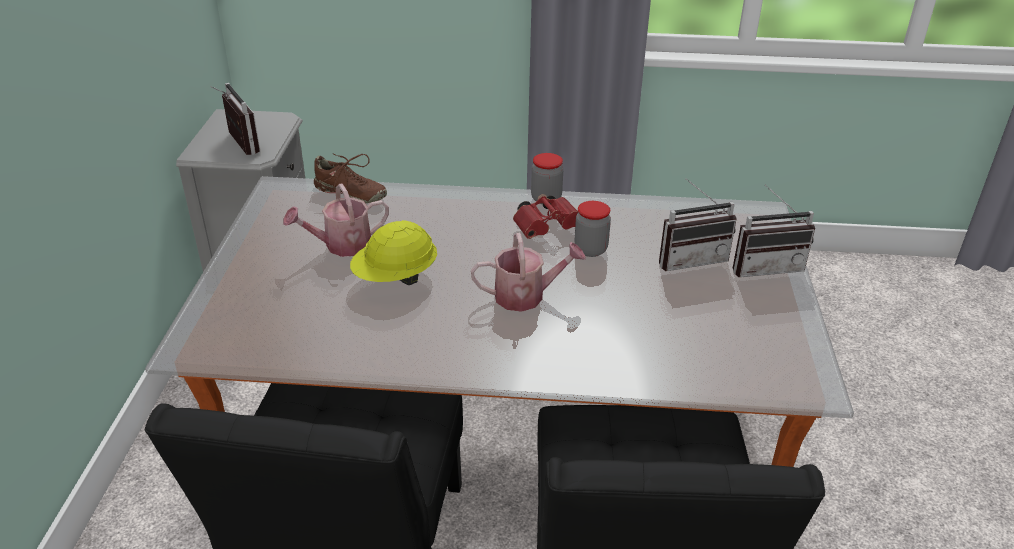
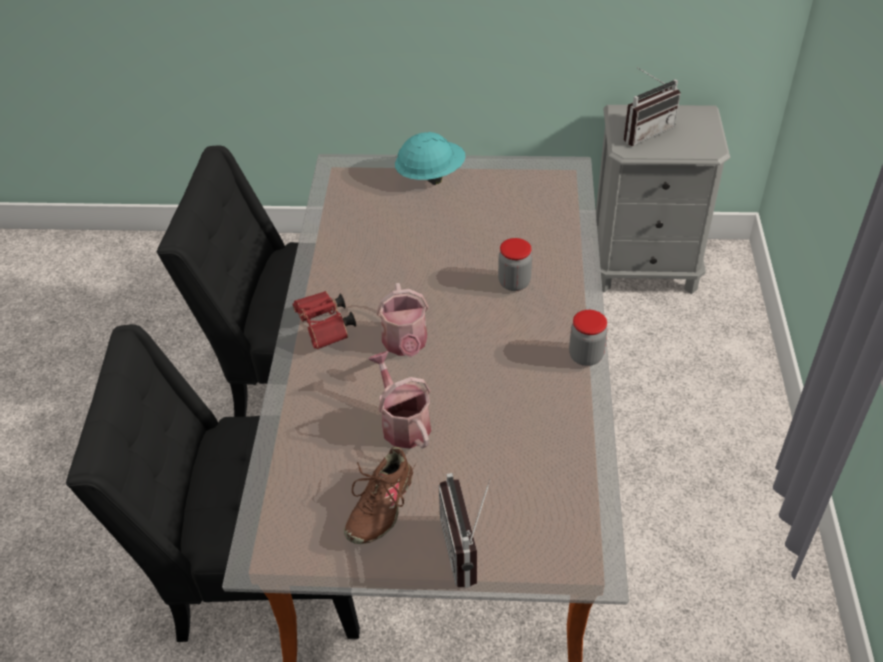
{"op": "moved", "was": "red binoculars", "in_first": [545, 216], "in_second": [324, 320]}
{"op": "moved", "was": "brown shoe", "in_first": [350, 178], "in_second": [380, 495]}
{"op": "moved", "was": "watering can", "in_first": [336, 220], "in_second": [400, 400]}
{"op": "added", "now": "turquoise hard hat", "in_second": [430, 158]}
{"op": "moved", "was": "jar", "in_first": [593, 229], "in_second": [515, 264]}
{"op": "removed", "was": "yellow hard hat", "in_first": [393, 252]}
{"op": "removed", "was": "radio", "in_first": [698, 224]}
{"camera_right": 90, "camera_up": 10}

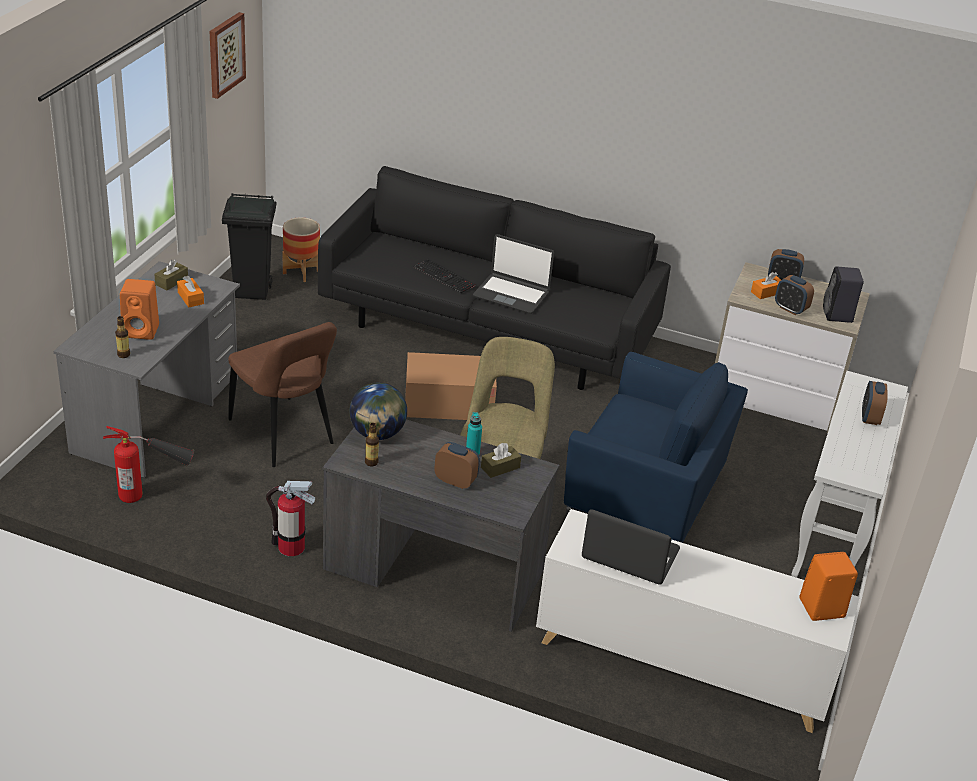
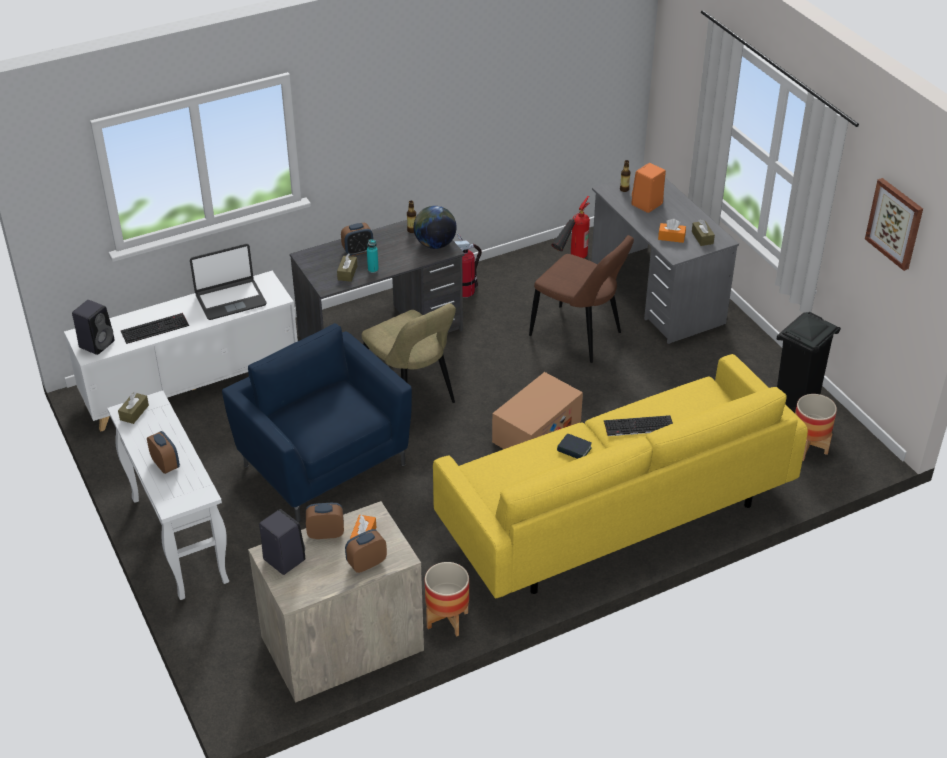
{"op": "recoloured", "was": "orange speaker", "now": "black speaker", "in_first": [829, 586], "in_second": [93, 327]}
{"op": "added", "now": "brown tissue box", "in_second": [133, 408]}
{"op": "added", "now": "keyboard", "in_second": [155, 328]}
{"op": "turned", "was": "blue armchair", "in_first": [656, 447], "in_second": [317, 422], "clockwise": 75}
{"op": "added", "now": "planter", "in_second": [447, 599]}
{"op": "recoloured", "was": "black sofa", "now": "yellow sofa", "in_first": [494, 278], "in_second": [620, 476]}
{"op": "turned", "was": "brown chair", "in_first": [282, 394], "in_second": [581, 299], "clockwise": -150}
{"op": "replaced", "was": "laptop", "now": "book", "in_first": [513, 274], "in_second": [574, 446]}
{"camera_right": 135, "camera_up": 5}

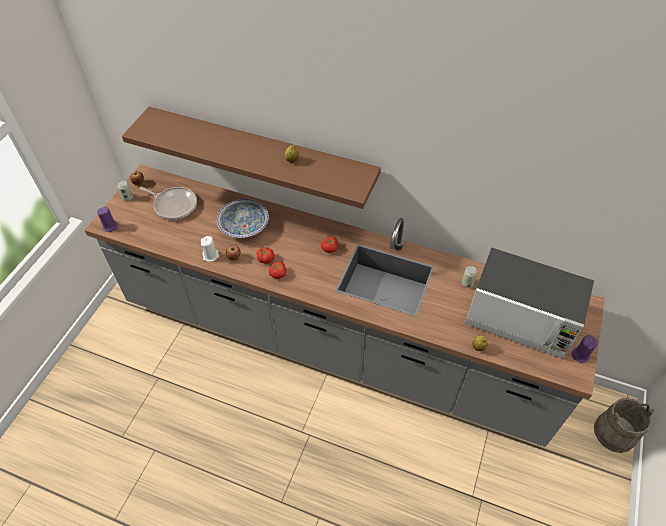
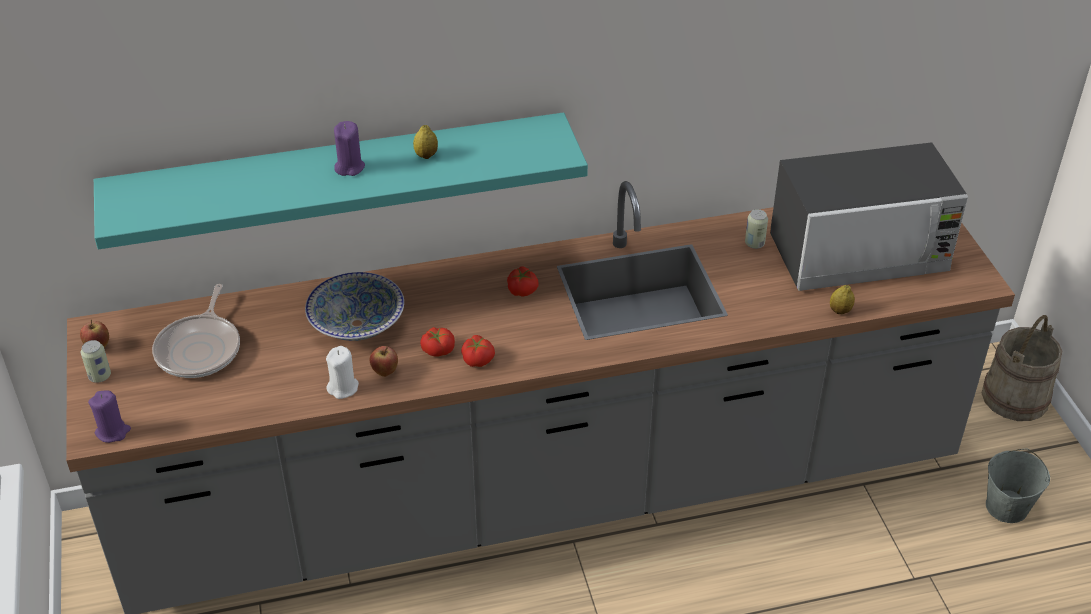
{"op": "recoloured", "was": "brown shelf", "now": "turquoise shelf", "in_first": [251, 158], "in_second": [341, 180]}
{"op": "turned", "was": "frying pan", "in_first": [168, 203], "in_second": [196, 331], "clockwise": 105}
{"op": "moved", "was": "purple candle", "in_first": [585, 349], "in_second": [349, 148]}
{"op": "added", "now": "grey bucket", "in_second": [1018, 486]}
{"camera_right": -35, "camera_up": -10}

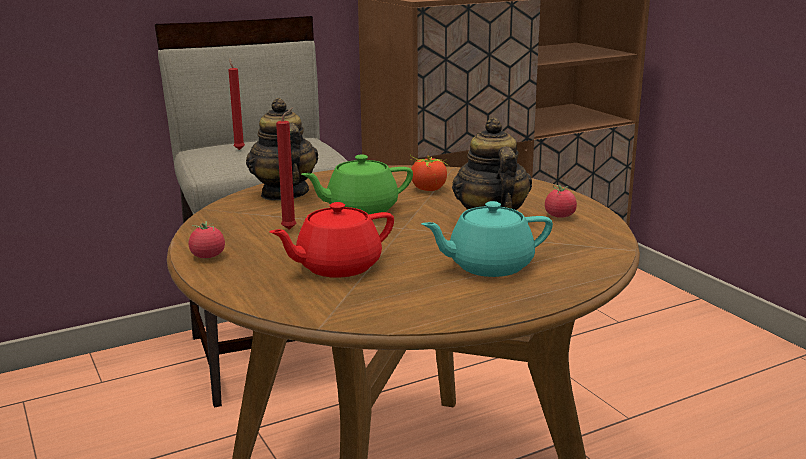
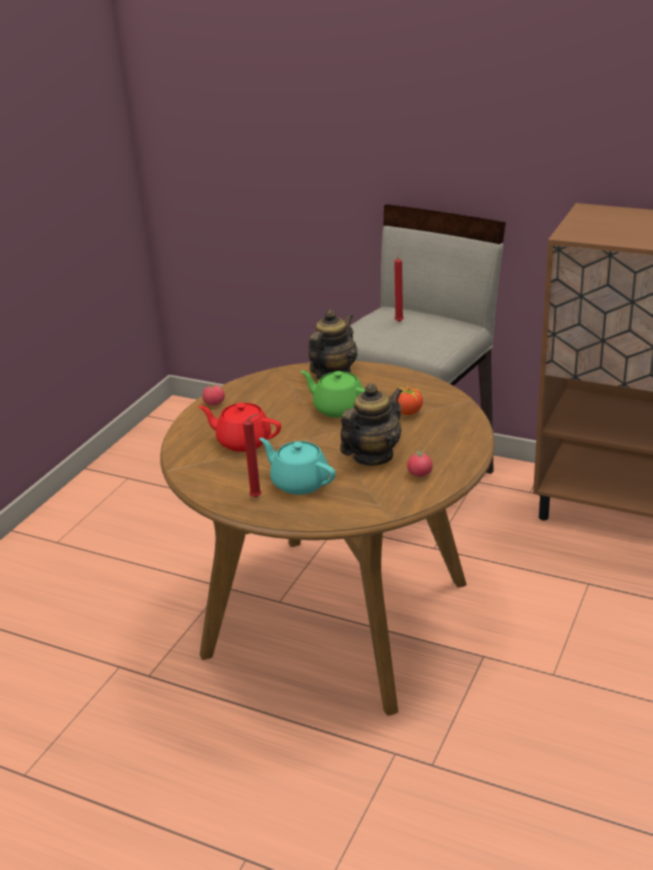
{"op": "moved", "was": "red candle", "in_first": [286, 168], "in_second": [252, 455]}
{"camera_right": 55, "camera_up": 10}

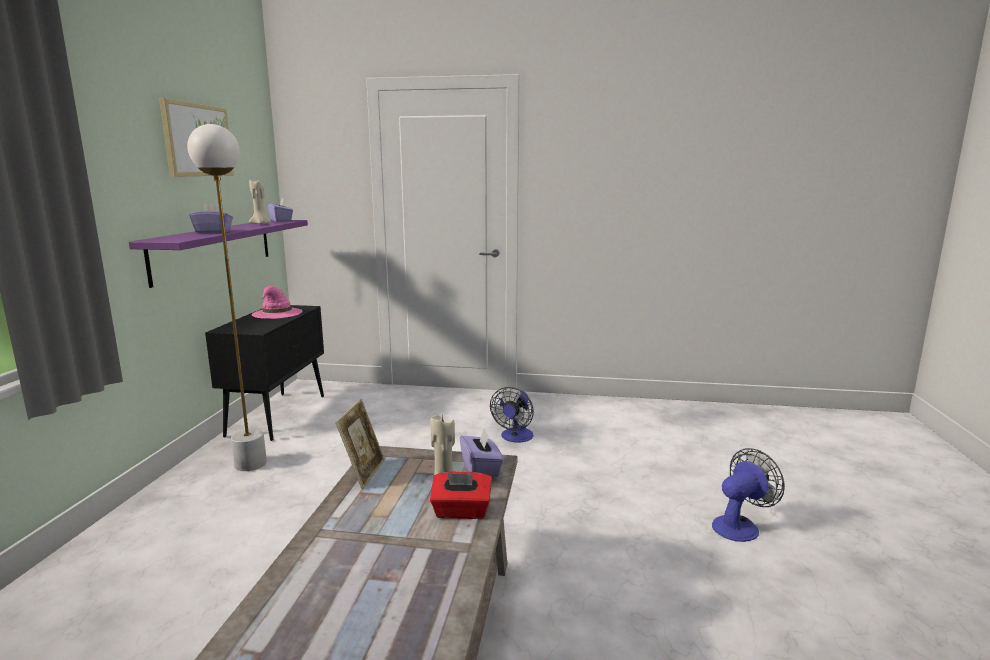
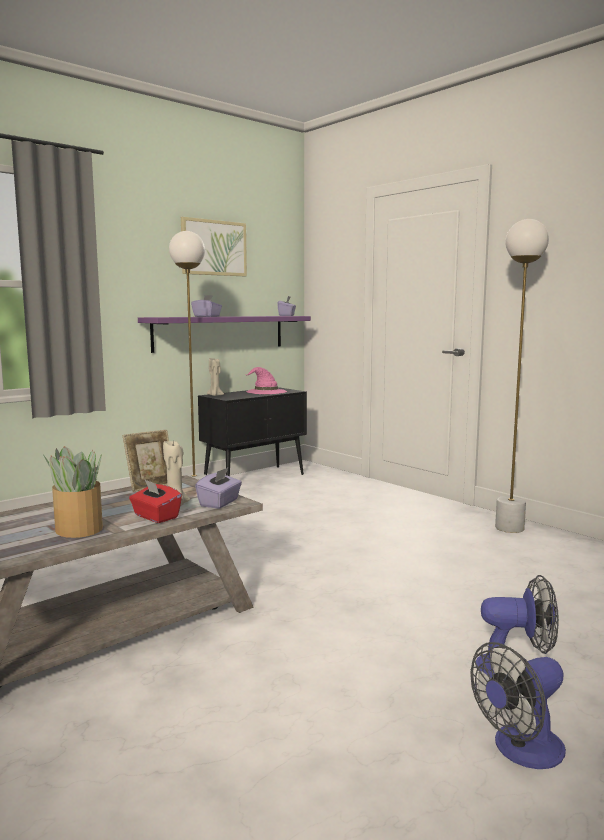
{"op": "added", "now": "potted plant", "in_second": [73, 492]}
{"op": "moved", "was": "beige candle", "in_first": [260, 202], "in_second": [215, 376]}
{"op": "moved", "was": "fan", "in_first": [512, 415], "in_second": [518, 705]}
{"op": "added", "now": "white floor lamp", "in_second": [522, 376]}
{"camera_right": 40, "camera_up": -5}

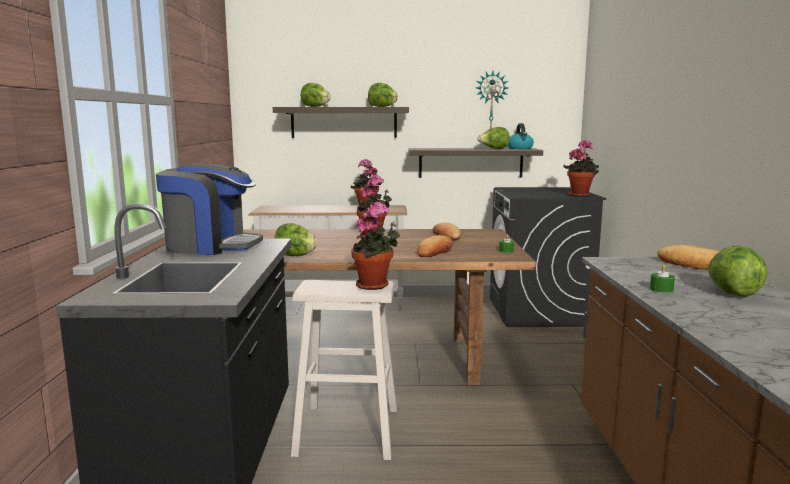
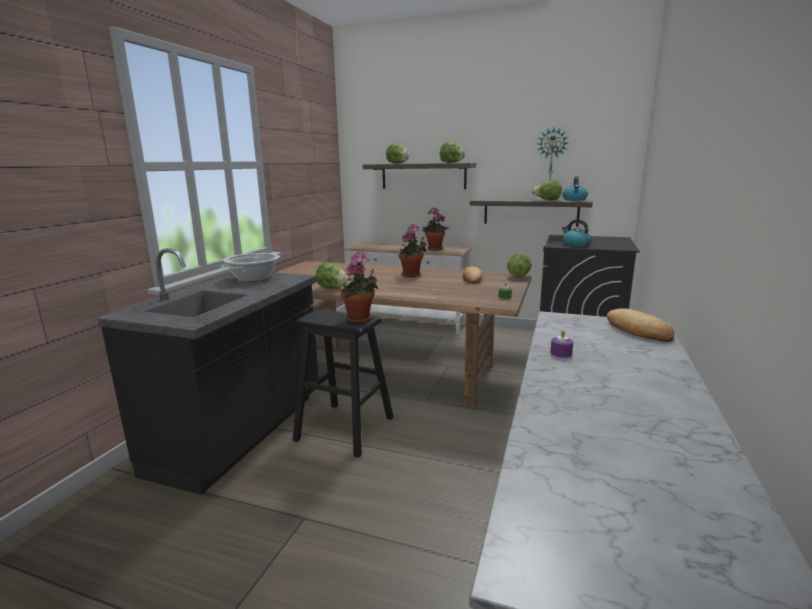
{"op": "replaced", "was": "coffee machine", "now": "cooking pot", "in_first": [209, 209], "in_second": [250, 267]}
{"op": "recoloured", "was": "beige stool", "now": "black stool", "in_first": [344, 370], "in_second": [343, 383]}
{"op": "moved", "was": "lettuce", "in_first": [737, 271], "in_second": [519, 265]}
{"op": "recoloured", "was": "green candle", "now": "purple candle", "in_first": [662, 278], "in_second": [561, 344]}
{"op": "added", "now": "kettle", "in_second": [576, 233]}
{"op": "removed", "was": "bread", "in_first": [435, 246]}
{"op": "removed", "was": "potted plant", "in_first": [581, 168]}
{"camera_right": 20, "camera_up": 5}

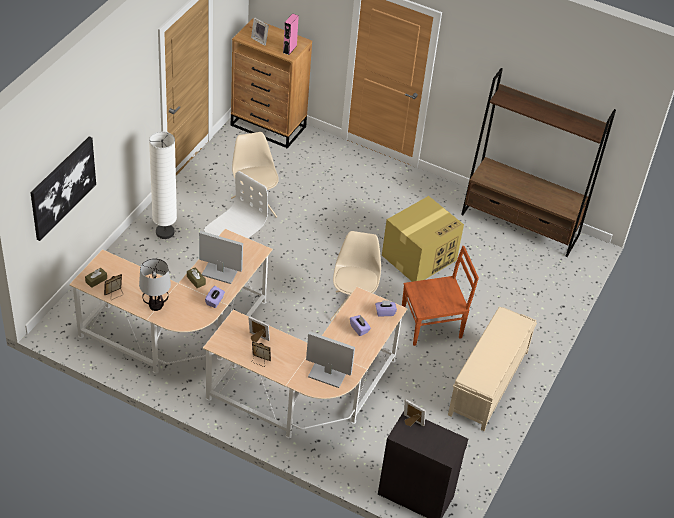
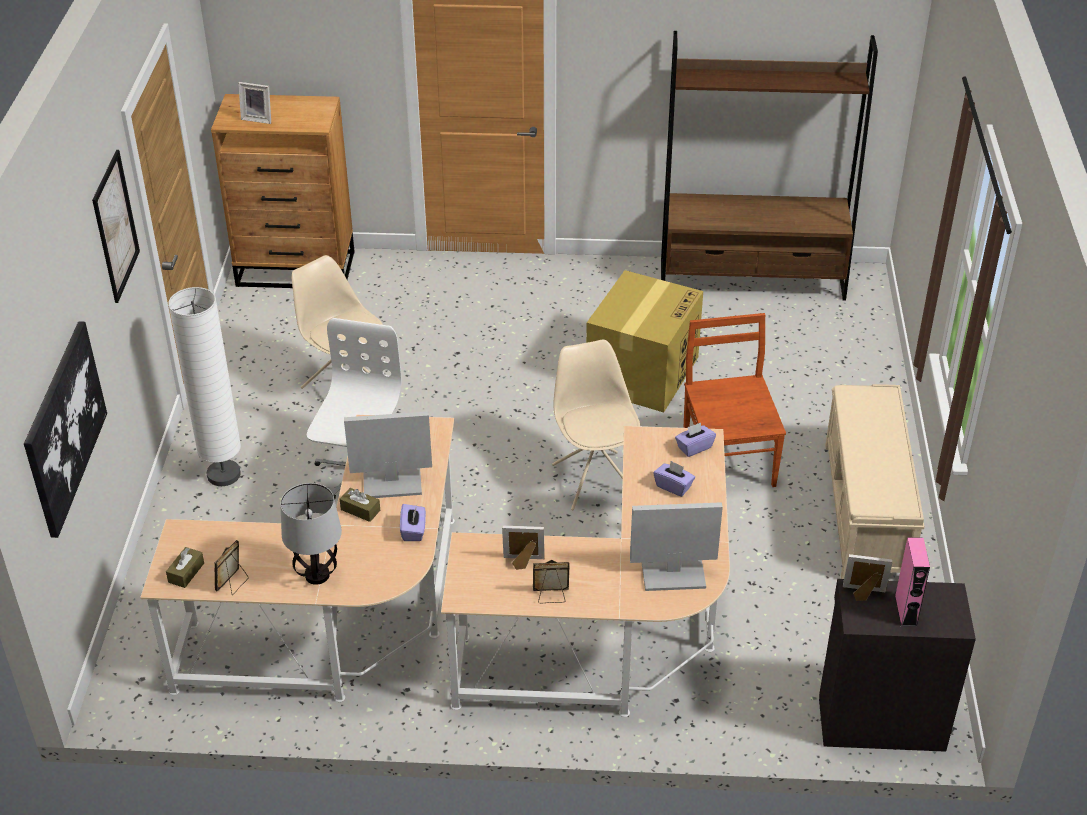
{"op": "added", "now": "picture", "in_second": [116, 226]}
{"op": "turned", "was": "brown chair", "in_first": [440, 296], "in_second": [735, 400], "clockwise": -60}
{"op": "moved", "was": "pink speaker", "in_first": [291, 34], "in_second": [912, 582]}
{"camera_right": -20, "camera_up": -5}

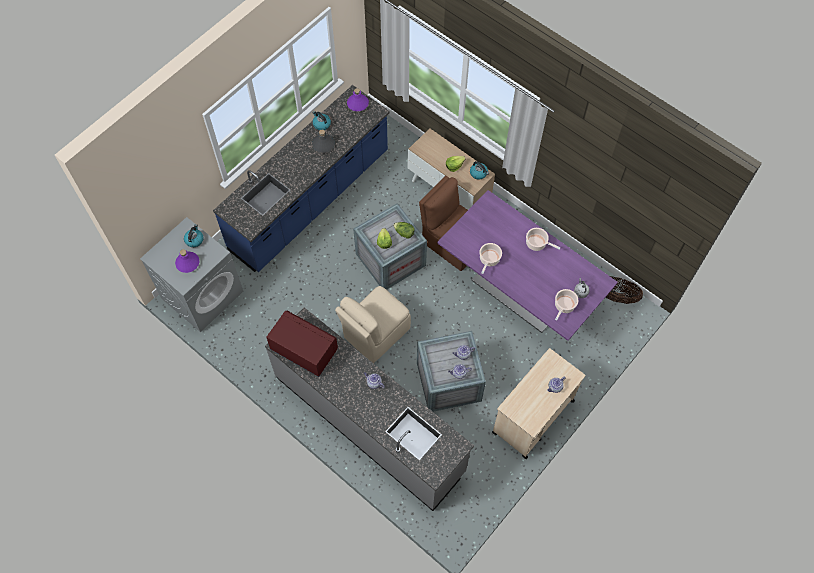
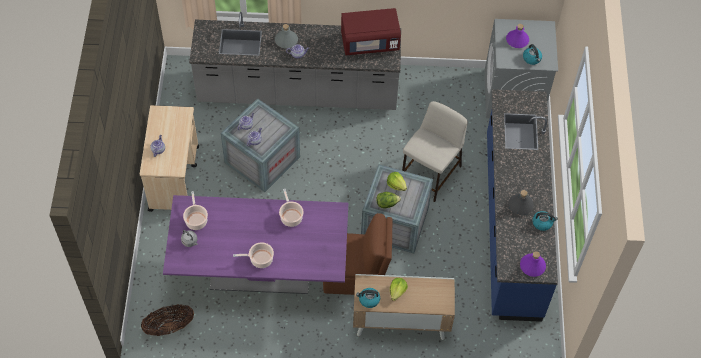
{"op": "added", "now": "grey bottle", "in_second": [286, 36]}
{"op": "added", "now": "beige stool", "in_second": [435, 151]}
{"op": "removed", "was": "beige chair", "in_first": [373, 324]}
{"camera_right": 140, "camera_up": -5}

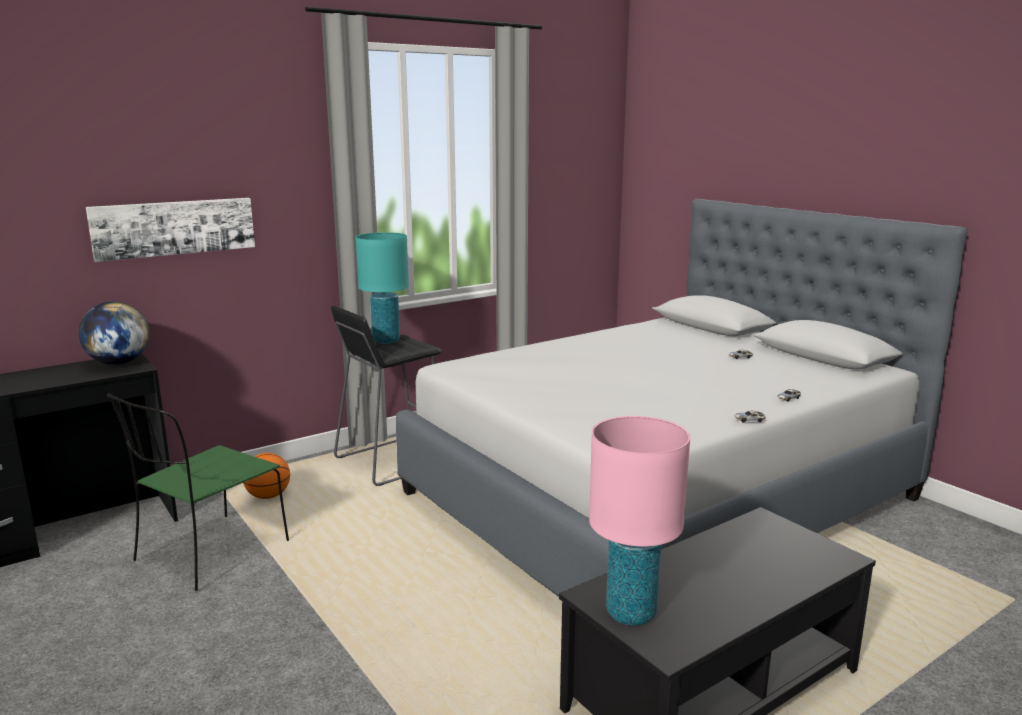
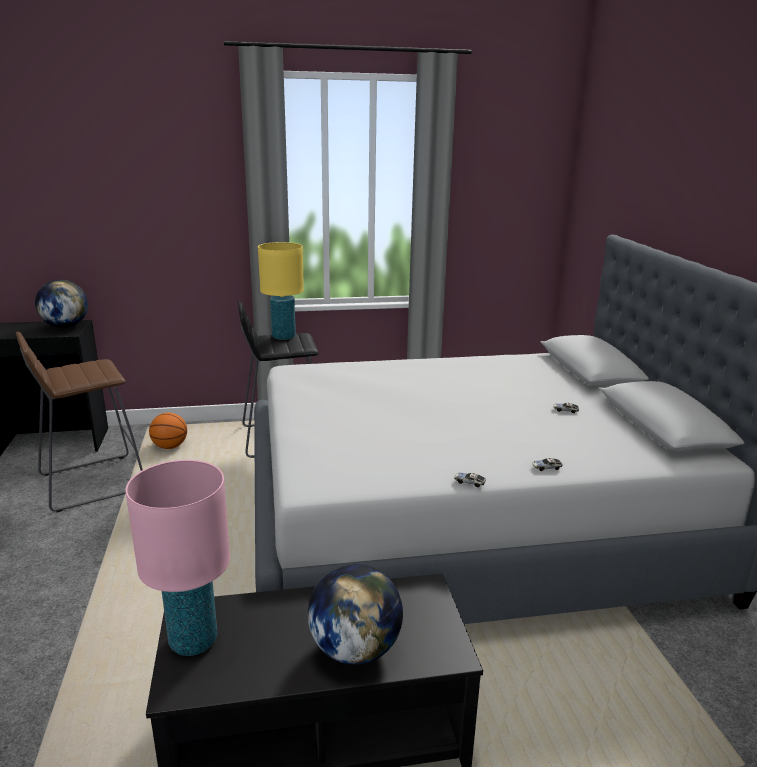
{"op": "replaced", "was": "green chair", "now": "brown stool", "in_first": [198, 492], "in_second": [79, 422]}
{"op": "recoloured", "was": "turquoise table lamp", "now": "yellow table lamp", "in_first": [382, 288], "in_second": [281, 291]}
{"op": "added", "now": "globe", "in_second": [355, 614]}
{"op": "removed", "was": "picture", "in_first": [170, 230]}
{"camera_right": 25, "camera_up": 5}

